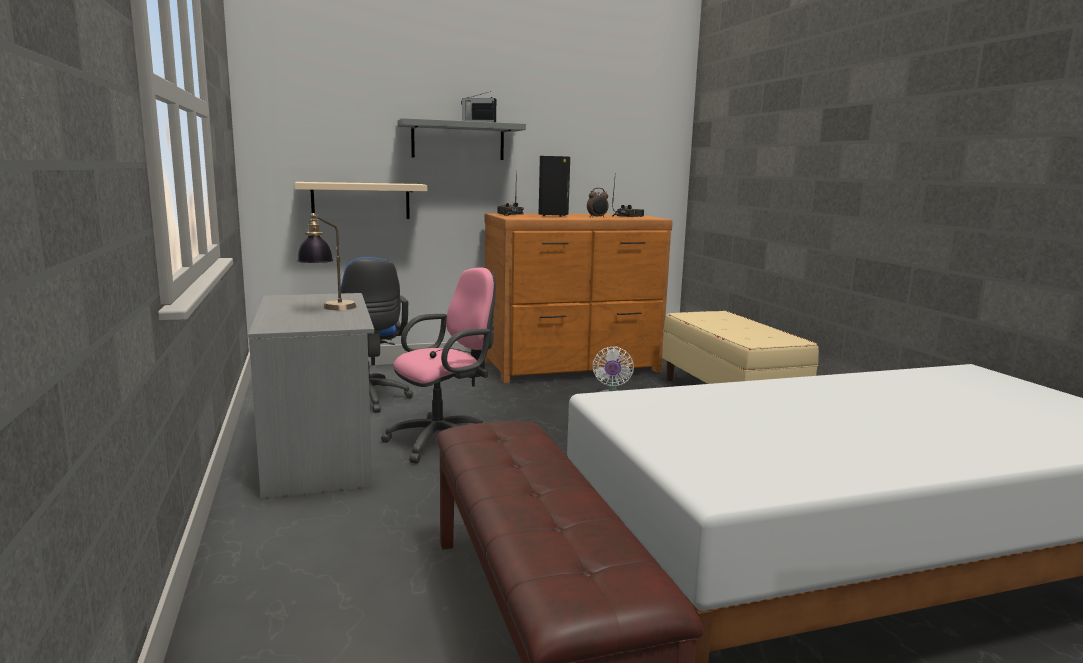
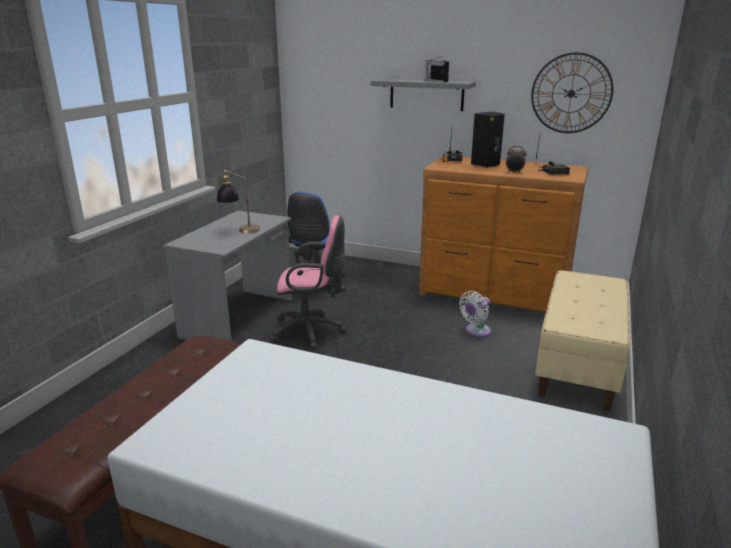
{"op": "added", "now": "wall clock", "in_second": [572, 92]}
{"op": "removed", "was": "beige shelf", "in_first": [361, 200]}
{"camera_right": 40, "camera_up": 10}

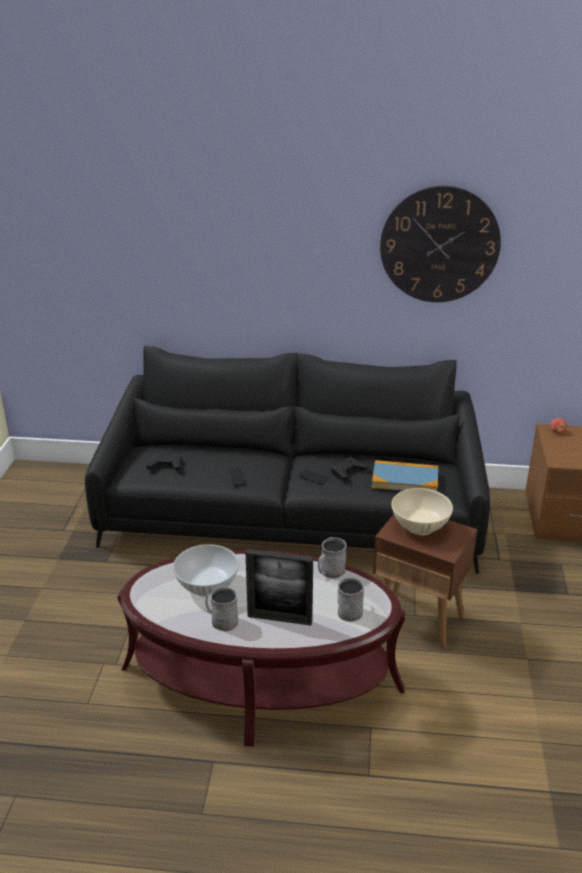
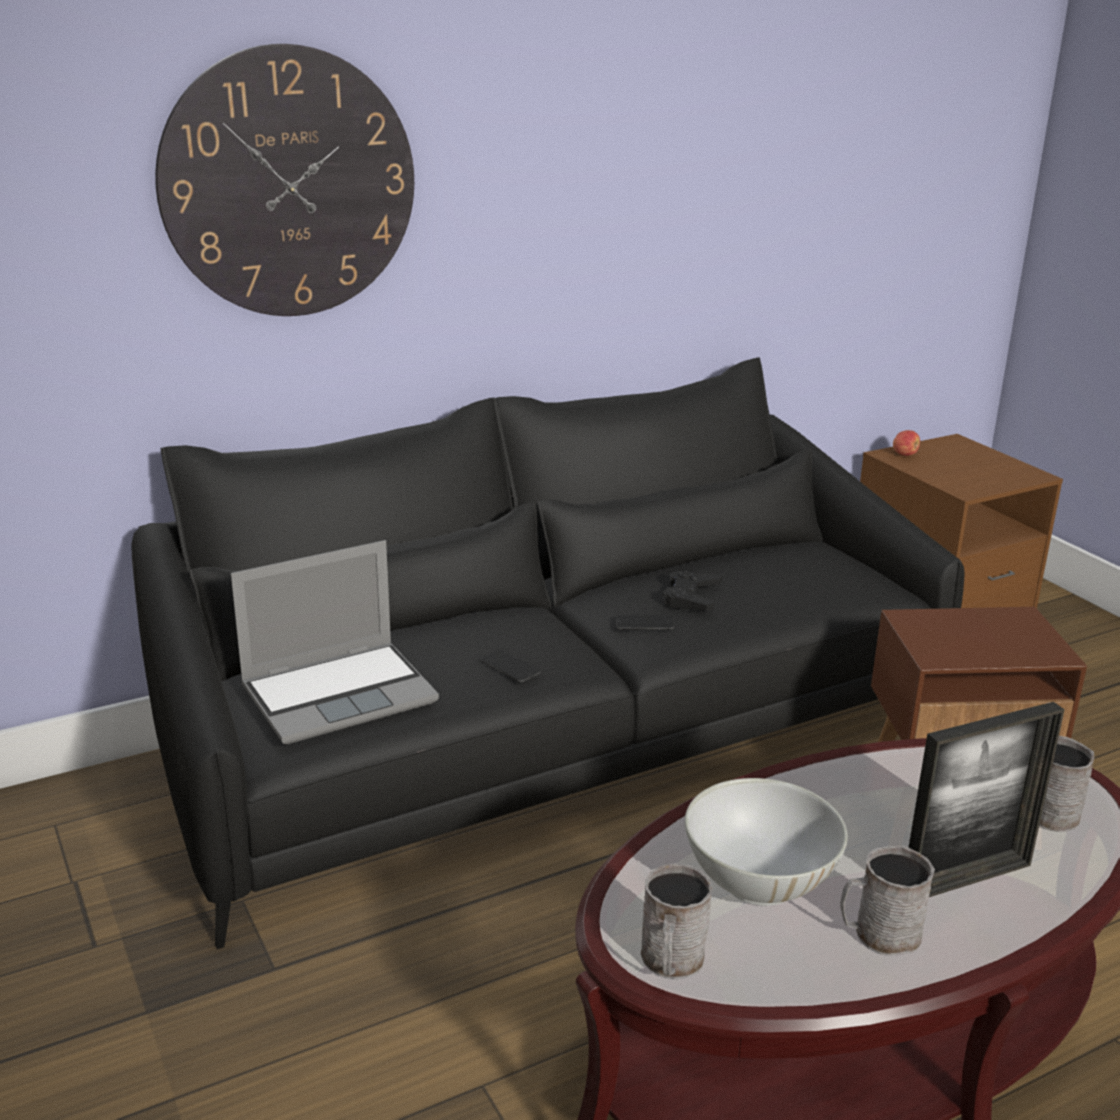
{"op": "moved", "was": "wall clock", "in_first": [440, 244], "in_second": [284, 180]}
{"op": "replaced", "was": "black game controller", "now": "laptop", "in_first": [163, 462], "in_second": [335, 642]}
{"op": "moved", "was": "grey mug", "in_first": [332, 558], "in_second": [676, 921]}
{"op": "removed", "was": "book", "in_first": [405, 475]}
{"op": "removed", "was": "beige bowl", "in_first": [422, 511]}
{"camera_right": -35, "camera_up": -5}

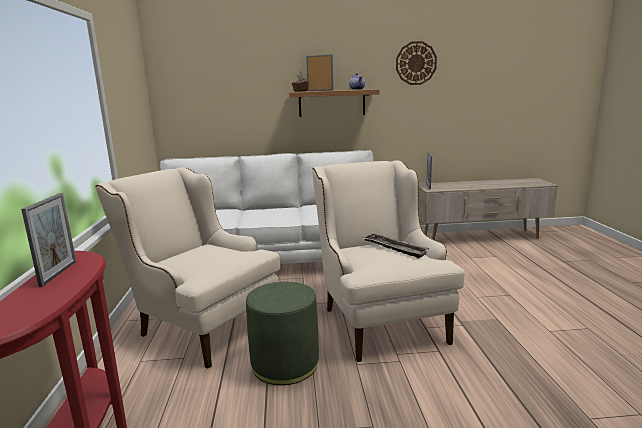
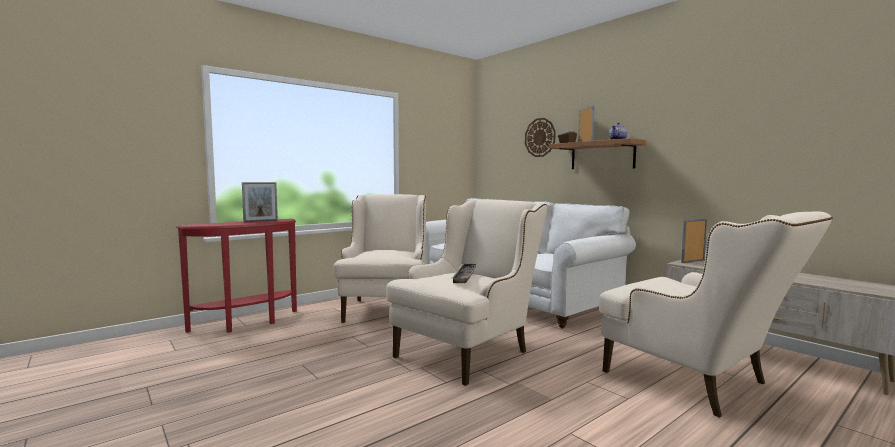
{"op": "moved", "was": "wall clock", "in_first": [416, 63], "in_second": [540, 137]}
{"op": "added", "now": "beige armchair", "in_second": [716, 314]}
{"op": "removed", "was": "green ottoman", "in_first": [282, 333]}
{"camera_right": 55, "camera_up": -10}

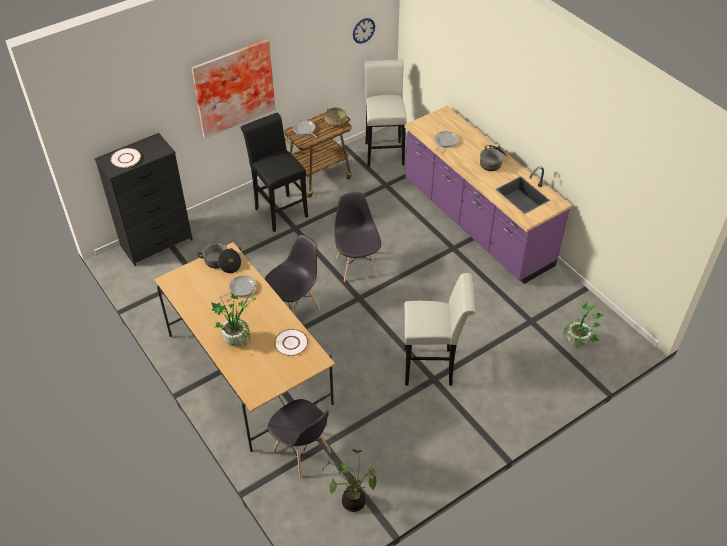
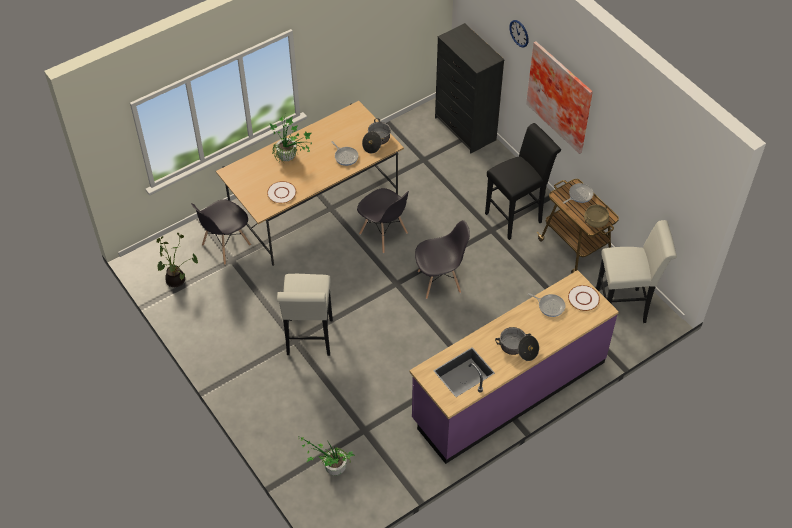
{"op": "moved", "was": "wall clock", "in_first": [364, 31], "in_second": [519, 34]}
{"op": "moved", "was": "white plate", "in_first": [125, 158], "in_second": [584, 298]}
{"camera_right": 90, "camera_up": 5}

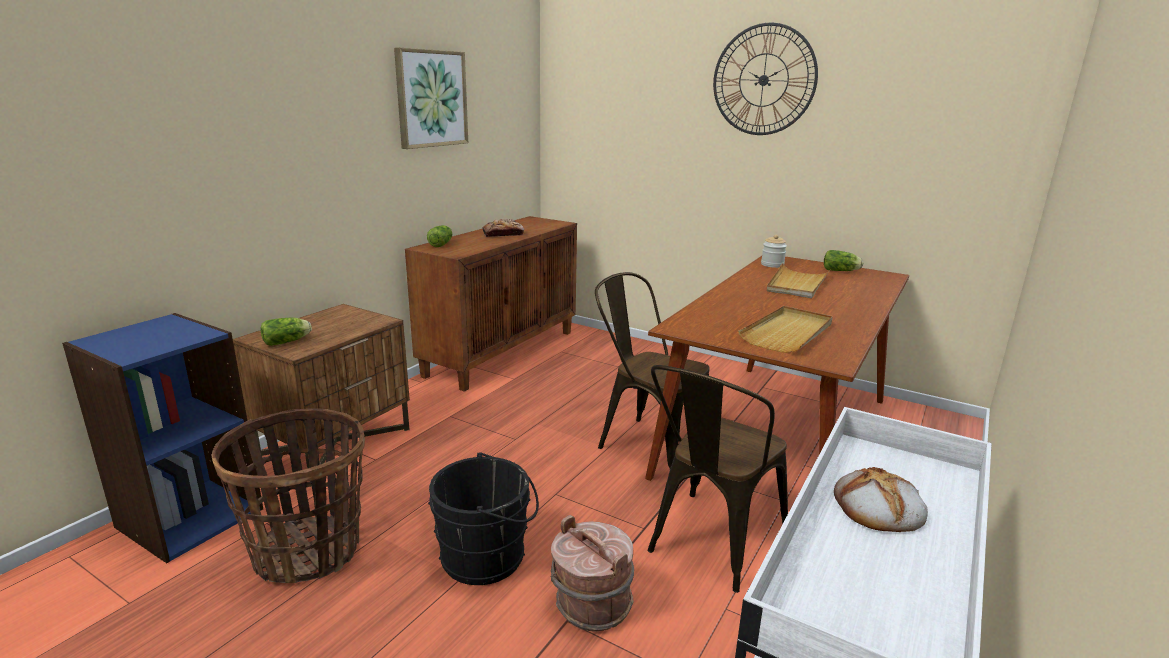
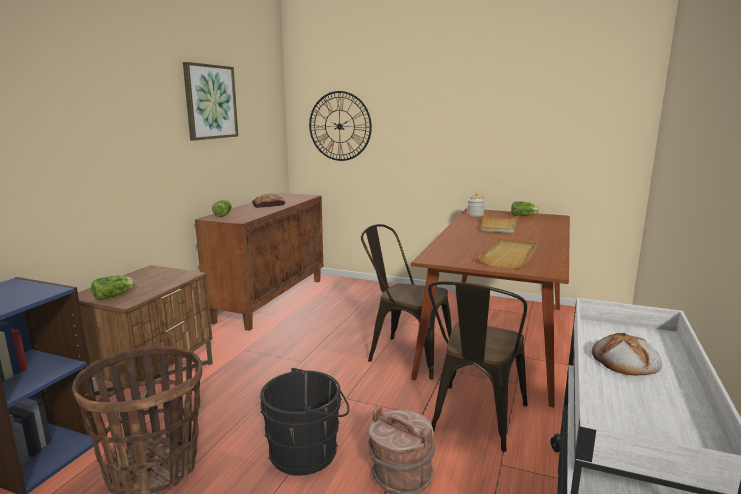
{"op": "moved", "was": "wall clock", "in_first": [765, 79], "in_second": [340, 126]}
{"camera_right": -10, "camera_up": -5}

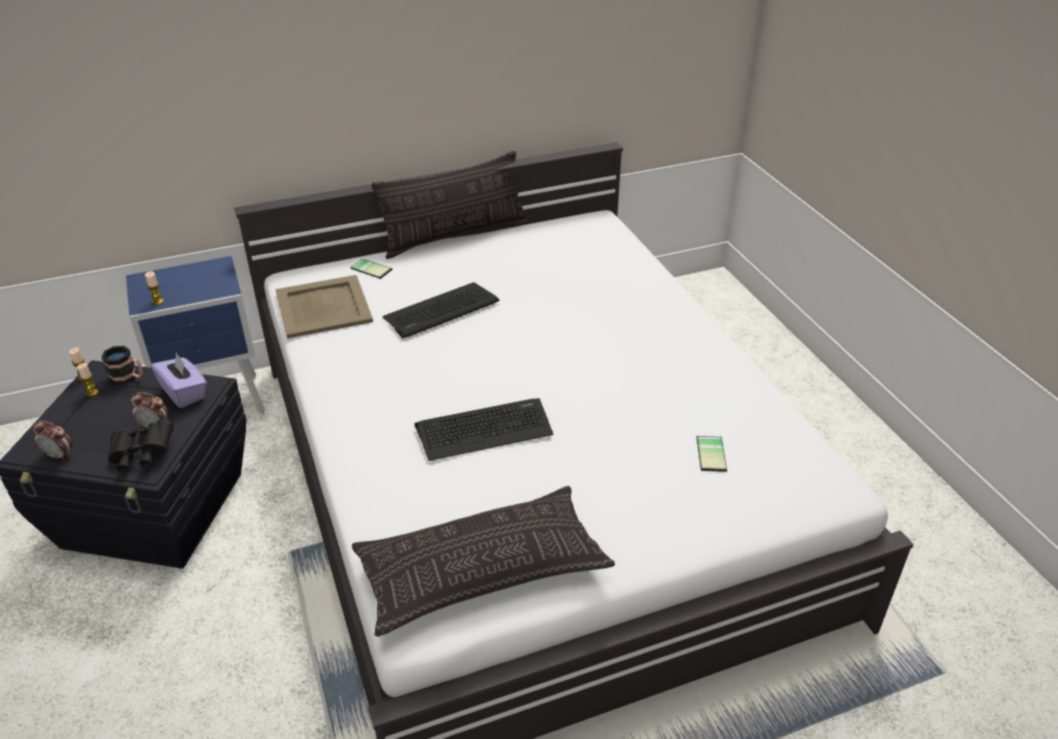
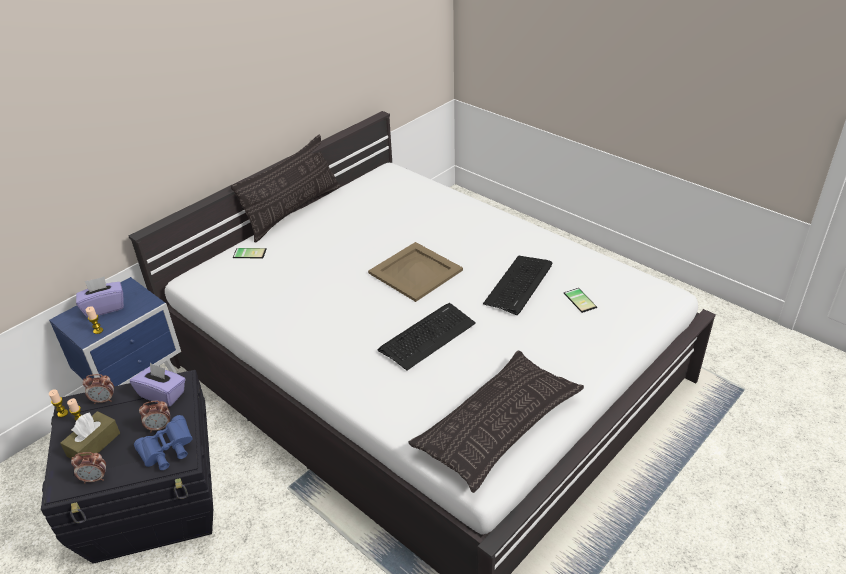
{"op": "added", "now": "brown tissue box", "in_second": [90, 435]}
{"op": "added", "now": "purple tissue box", "in_second": [100, 297]}
{"op": "replaced", "was": "mug", "now": "alarm clock", "in_first": [122, 365], "in_second": [98, 389]}
{"op": "recoloured", "was": "black binoculars", "now": "blue binoculars", "in_first": [141, 446], "in_second": [163, 442]}
{"op": "moved", "was": "beige tray", "in_first": [324, 307], "in_second": [415, 272]}
{"op": "moved", "was": "keyboard", "in_first": [441, 310], "in_second": [518, 285]}
{"camera_right": -25, "camera_up": 0}

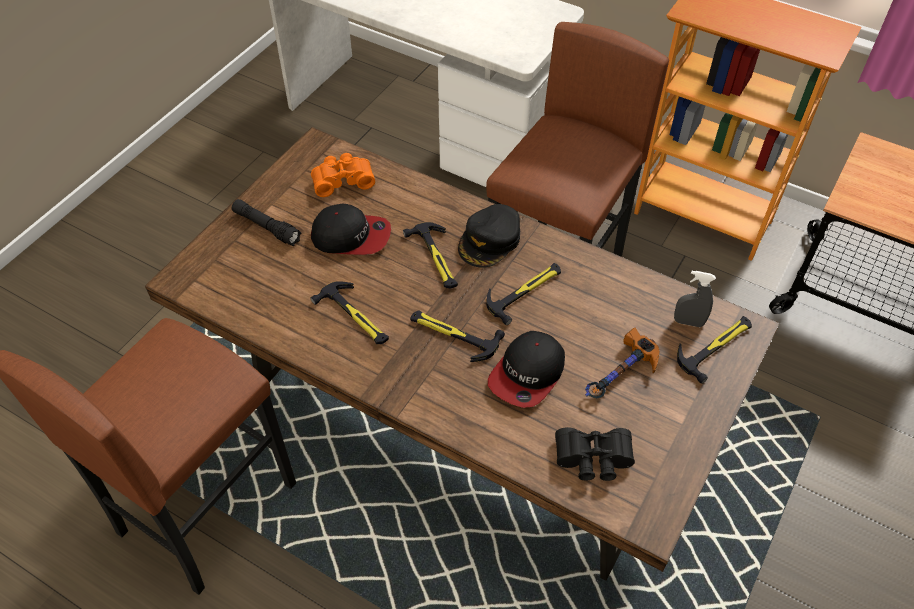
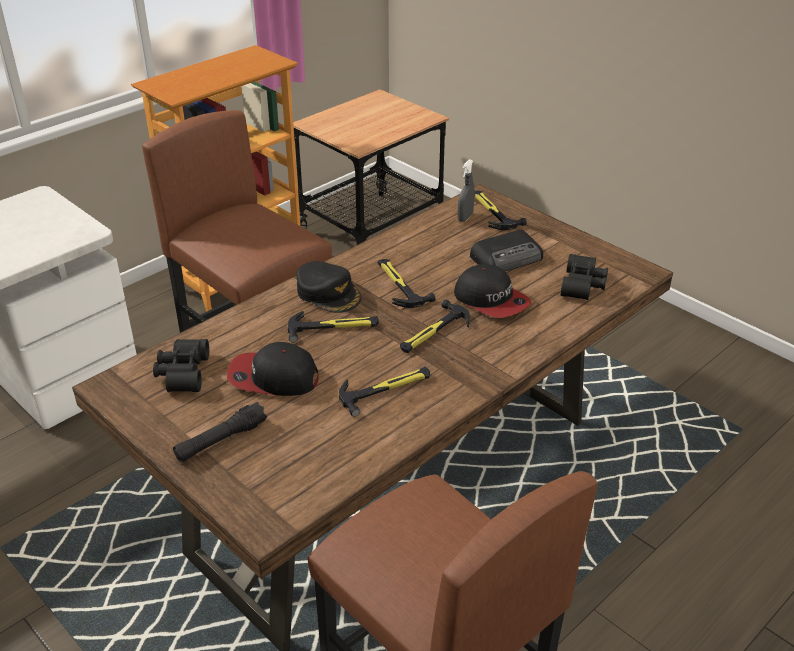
{"op": "recoloured", "was": "orange binoculars", "now": "black binoculars", "in_first": [343, 175], "in_second": [181, 365]}
{"op": "turned", "was": "cap", "in_first": [351, 229], "in_second": [273, 369], "clockwise": -105}
{"op": "replaced", "was": "hammer", "now": "radio", "in_first": [622, 363], "in_second": [506, 250]}
{"camera_right": -75, "camera_up": -15}

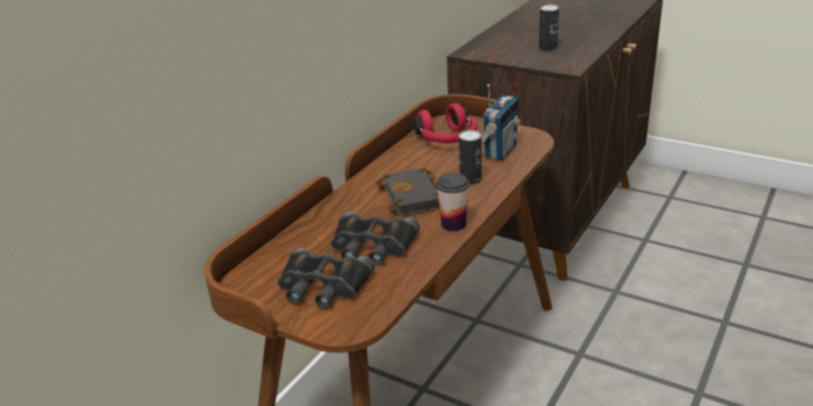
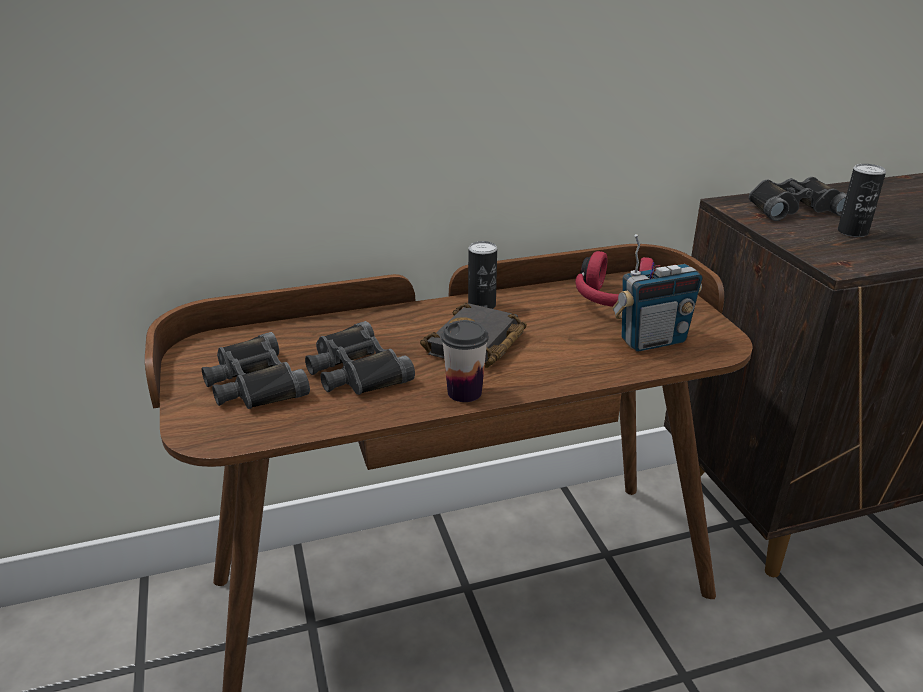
{"op": "moved", "was": "can", "in_first": [470, 157], "in_second": [482, 275]}
{"op": "added", "now": "black binoculars", "in_second": [798, 199]}
{"camera_right": 40, "camera_up": 0}

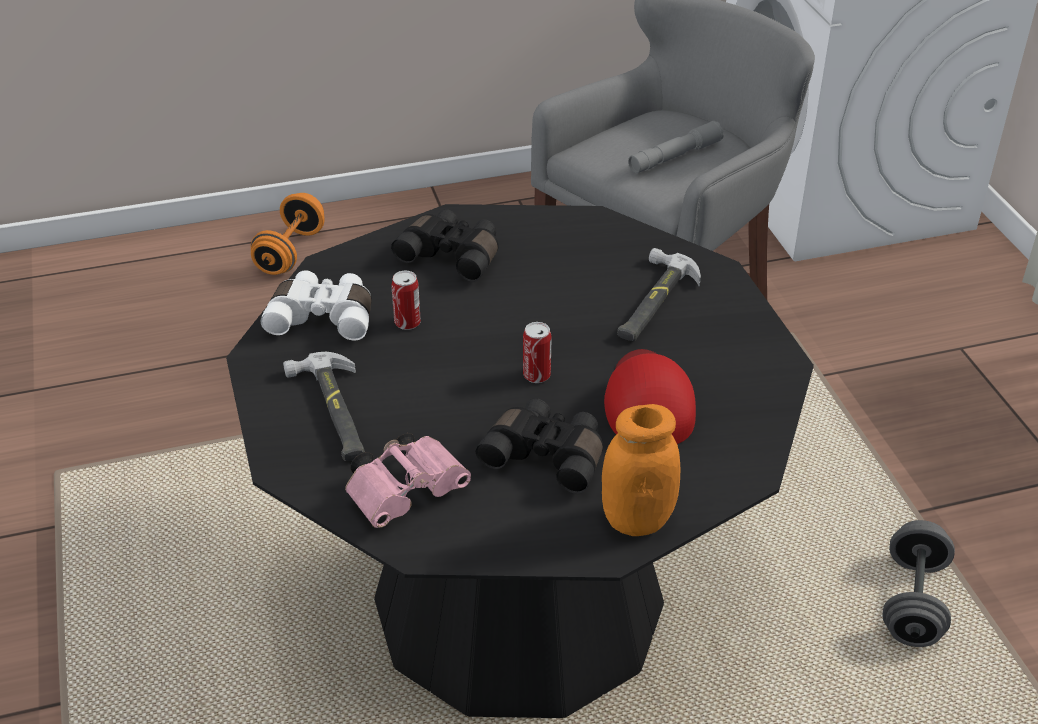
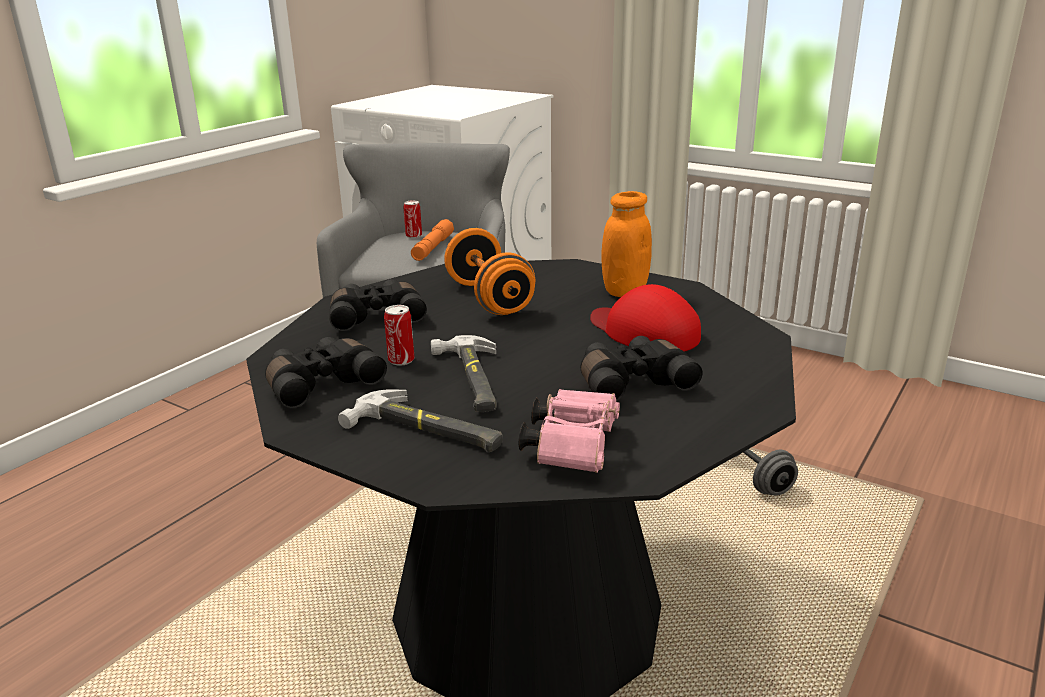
{"op": "recoloured", "was": "white binoculars", "now": "black binoculars", "in_first": [316, 305], "in_second": [326, 372]}
{"op": "moved", "was": "can", "in_first": [537, 352], "in_second": [412, 219]}
{"op": "recoloured", "was": "grey flashlight", "now": "orange flashlight", "in_first": [675, 147], "in_second": [432, 240]}
{"op": "moved", "was": "hammer", "in_first": [659, 294], "in_second": [464, 373]}
{"op": "moved", "was": "orange dumbbell", "in_first": [288, 234], "in_second": [489, 271]}
{"op": "moved", "was": "orange jar", "in_first": [641, 470], "in_second": [626, 244]}
{"camera_right": -40, "camera_up": -15}

